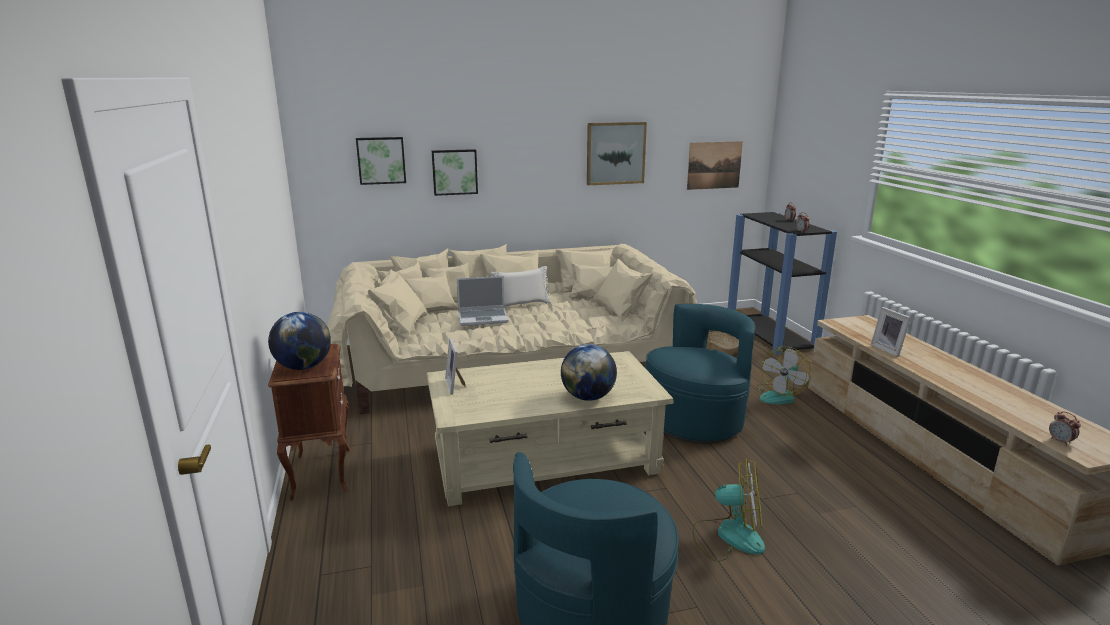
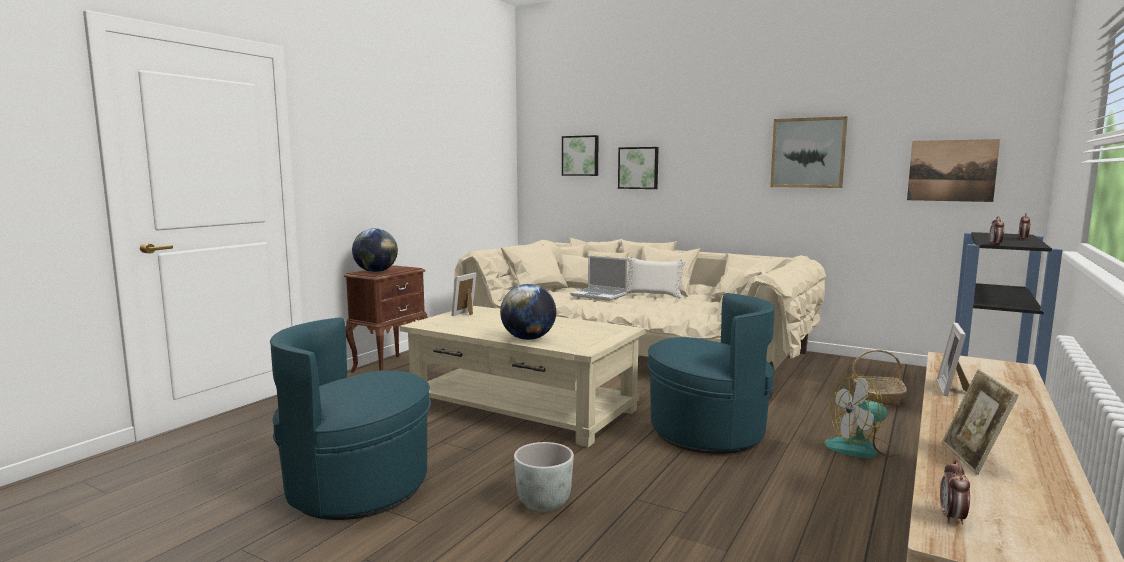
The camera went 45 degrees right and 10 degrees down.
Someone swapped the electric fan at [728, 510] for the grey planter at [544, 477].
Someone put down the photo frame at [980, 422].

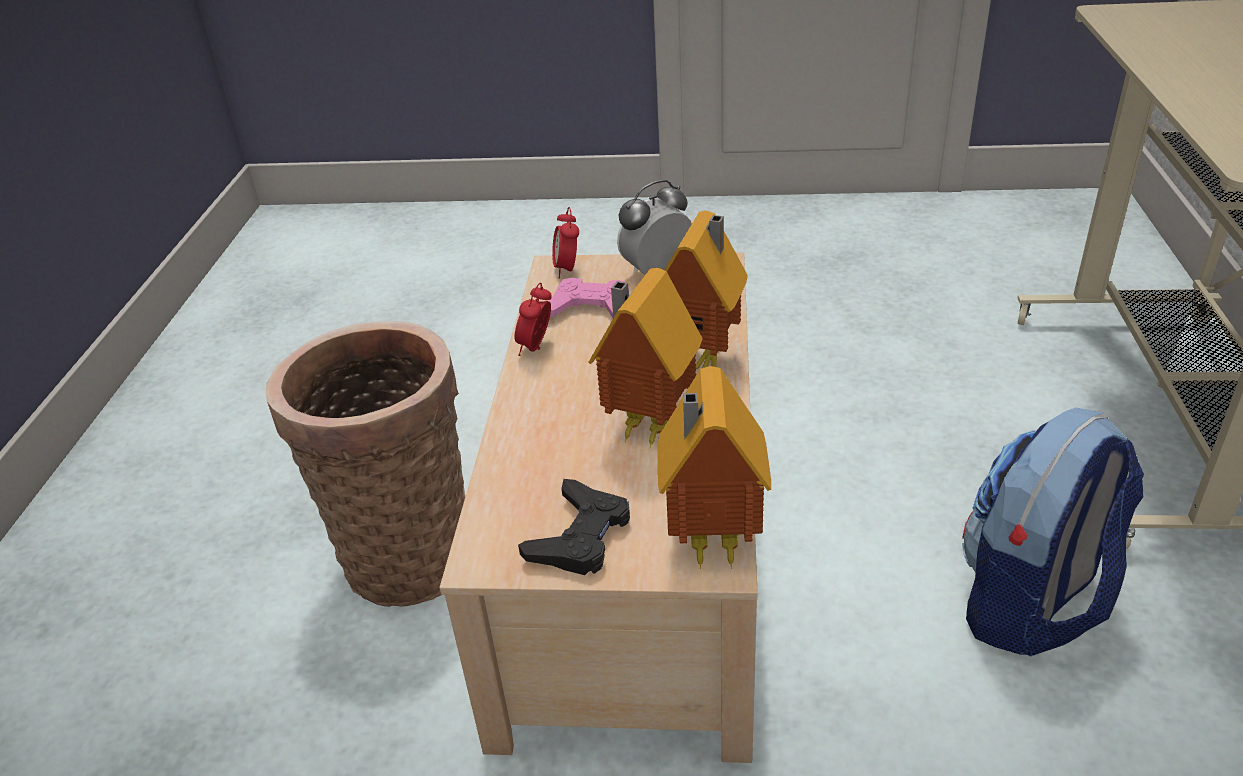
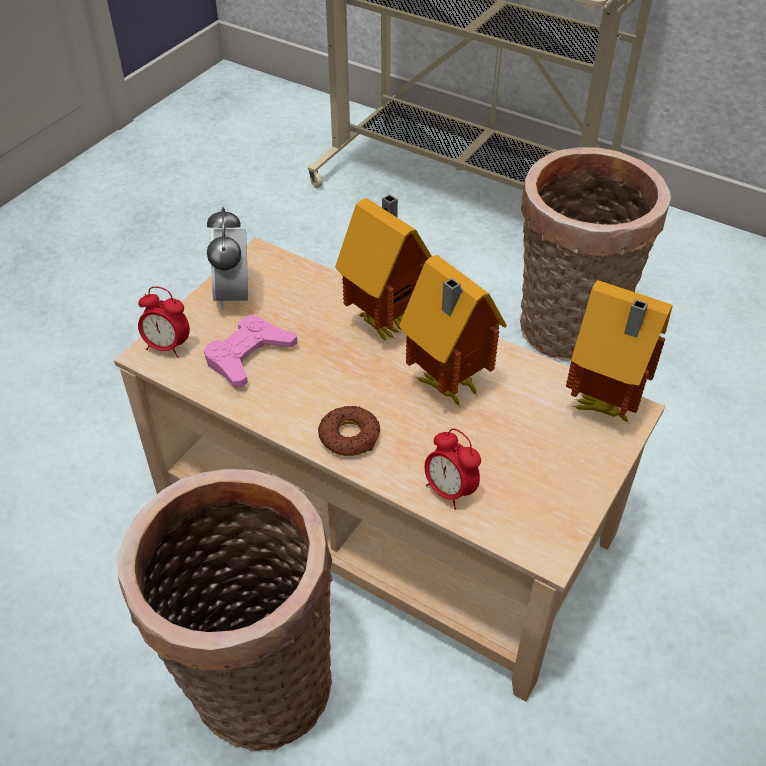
The camera went 65 degrees left and 10 degrees up.
Someone put down the donut at [349, 431].
Someone carried the alarm clock from [533, 319] to [453, 469].
Someone swapped the rucksack at [1053, 532] for the basket at [595, 254].
Someone took away the black game controller at [574, 527].

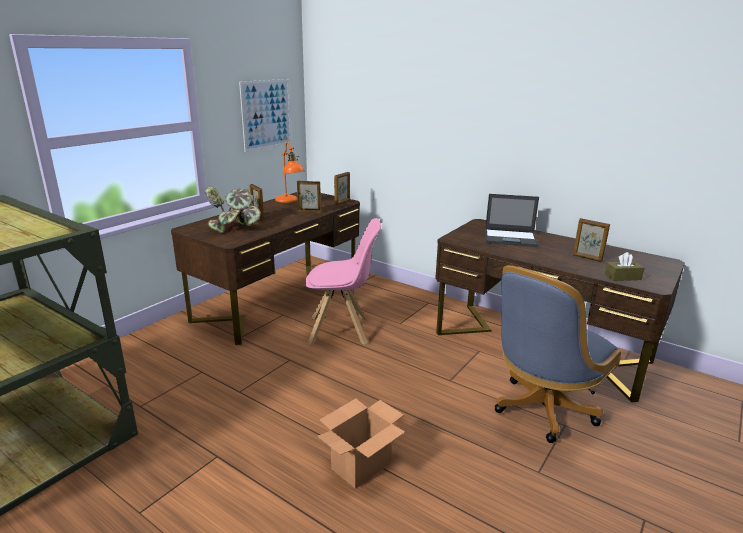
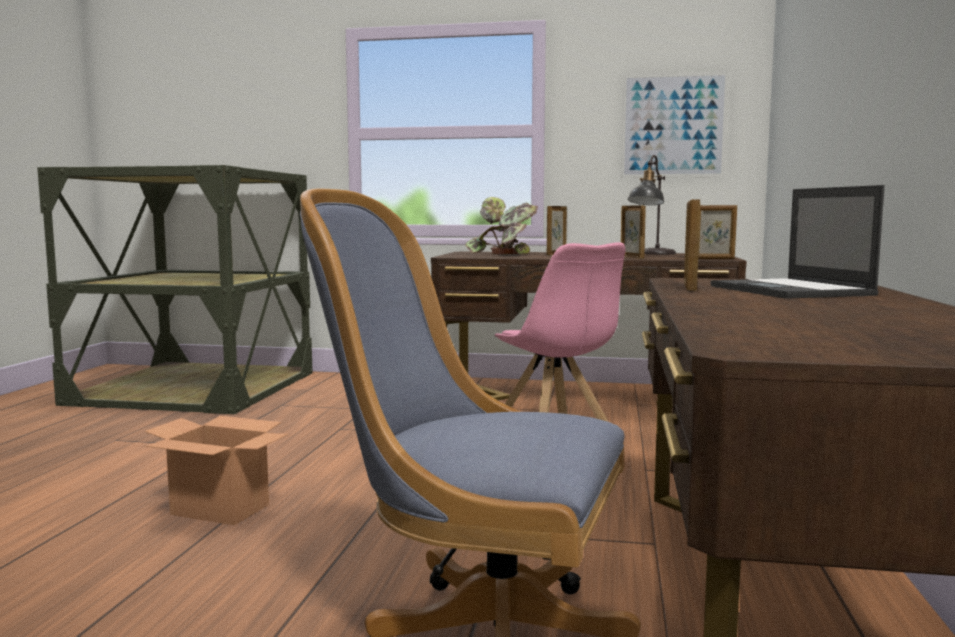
The camera went 65 degrees right and 15 degrees down.
Someone repainted the orangey tabletop lamp at [290, 172], which became the grey tabletop lamp at [652, 205].
Someone carried the photo frame from [591, 240] to [692, 245].
Someone took away the brownish box of tissues at [624, 266].

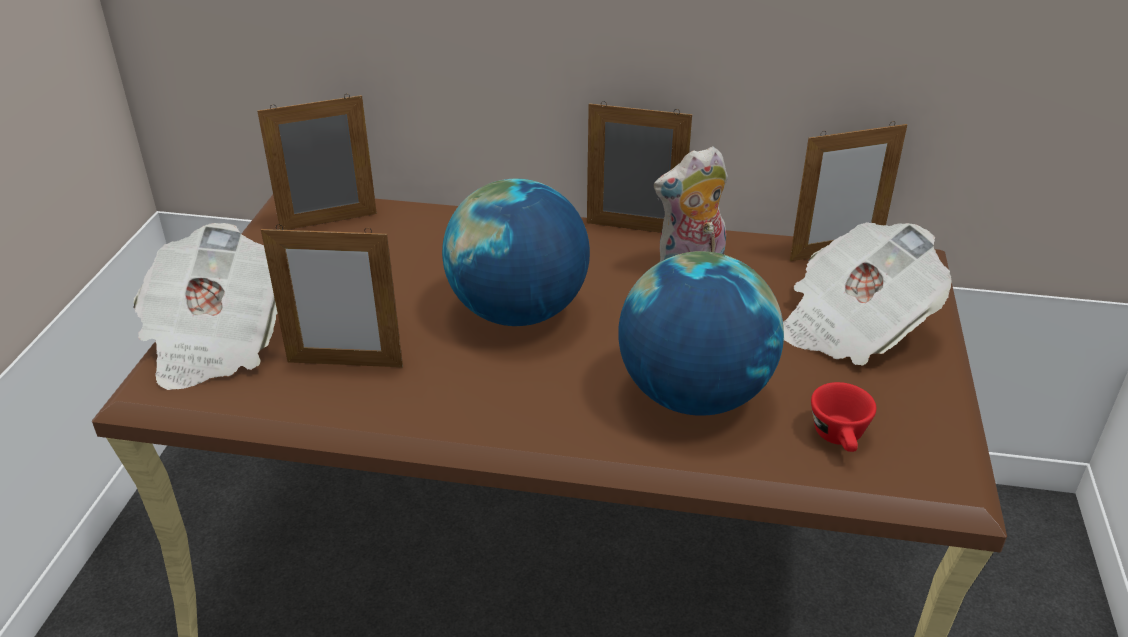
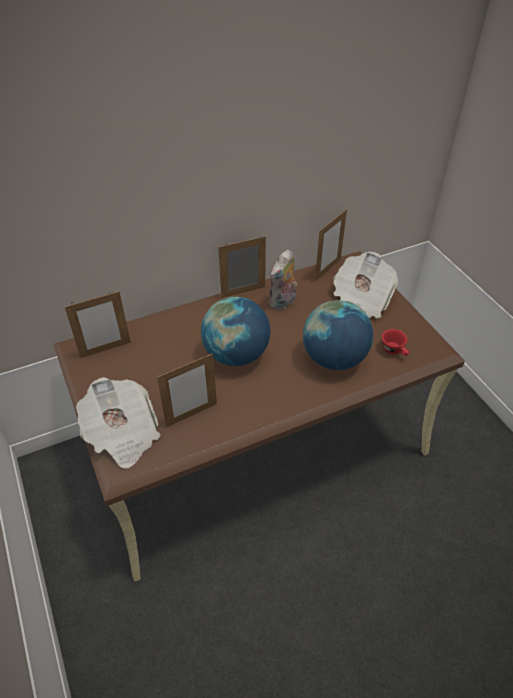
The camera went 35 degrees left and 10 degrees up.
Someone rotated the photo frame at [317, 162] by 150 degrees counterclockwise.

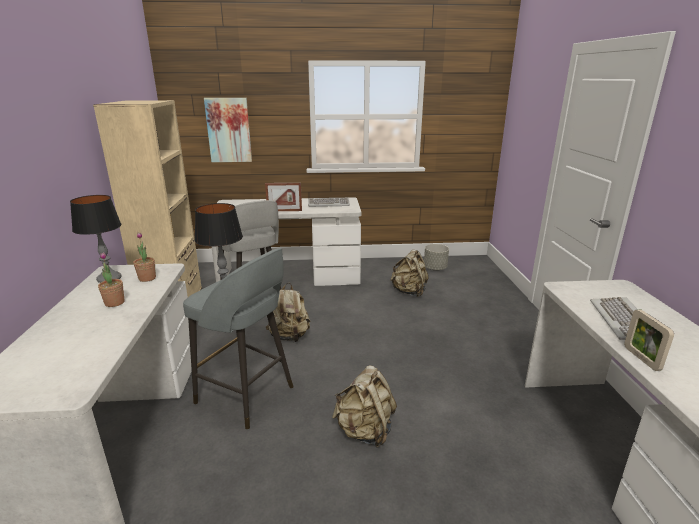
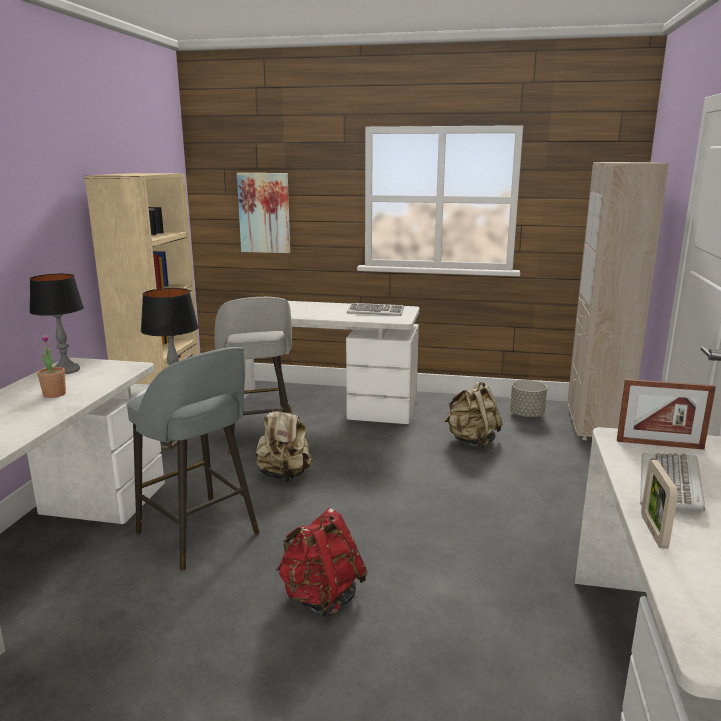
The camera went 15 degrees right and 5 degrees down.
Someone repainted the sand-coloured rucksack at [364, 406], which became the red-coloured rucksack at [322, 563].
Someone put down the sand-coloured cabinet at [618, 301].
Someone carried the photo frame from [283, 197] to [666, 414].
Someone took away the plant in a pot at [144, 257].

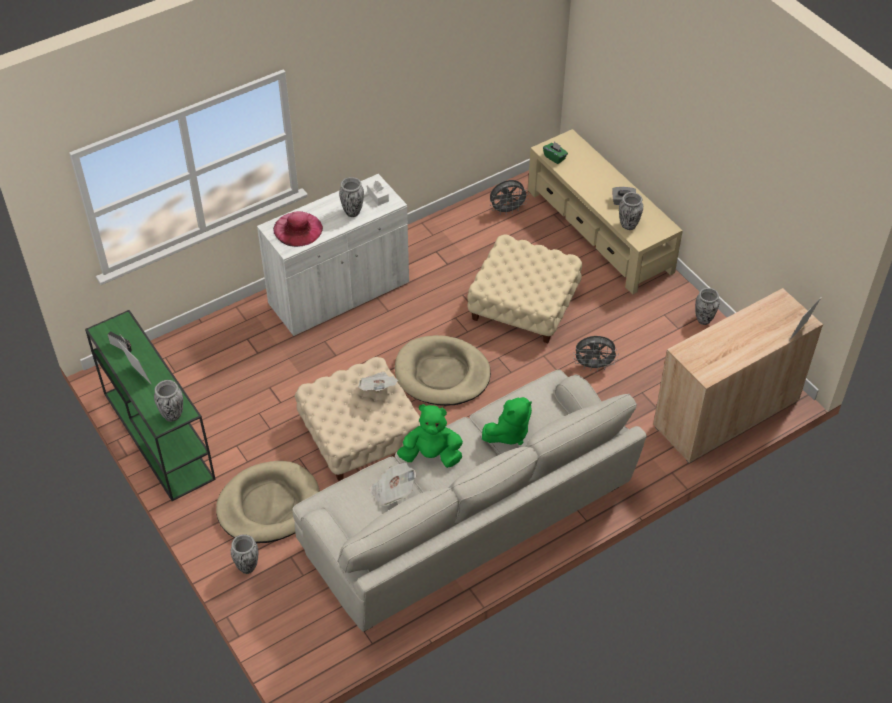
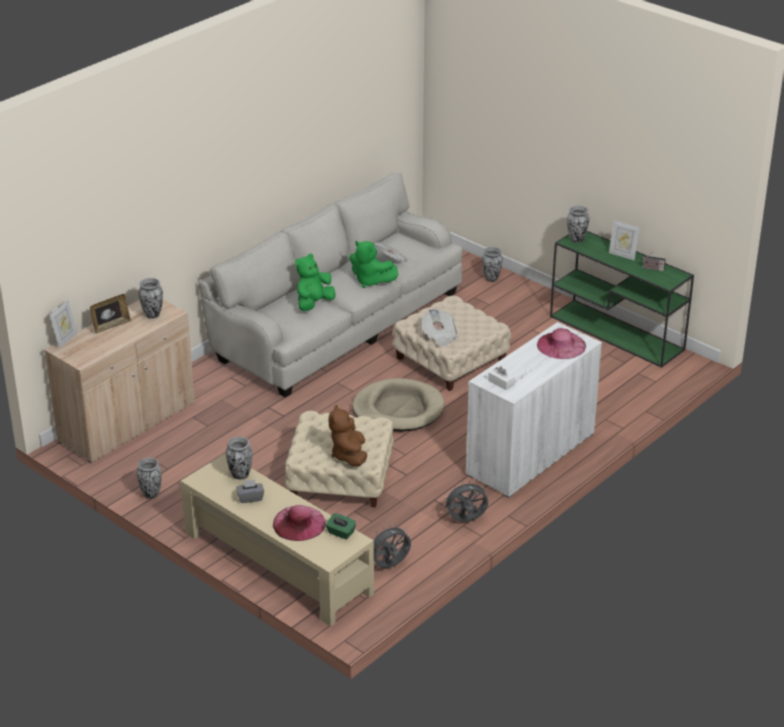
The camera went 165 degrees right and 15 degrees down.
Someone put down the photo frame at [110, 314].
Someone carried the flower vase from [351, 197] to [151, 298].
Someone put down the pink wearable hat at [299, 523].
Someone put down the brownish cuddly toy at [348, 436].
Someone rotated the green cuddly toy at [430, 436] by 45 degrees clockwise.
Someone carried the grey electric fan from [596, 353] to [466, 501].
Someone took away the sand-coloured pet bed at [268, 502].

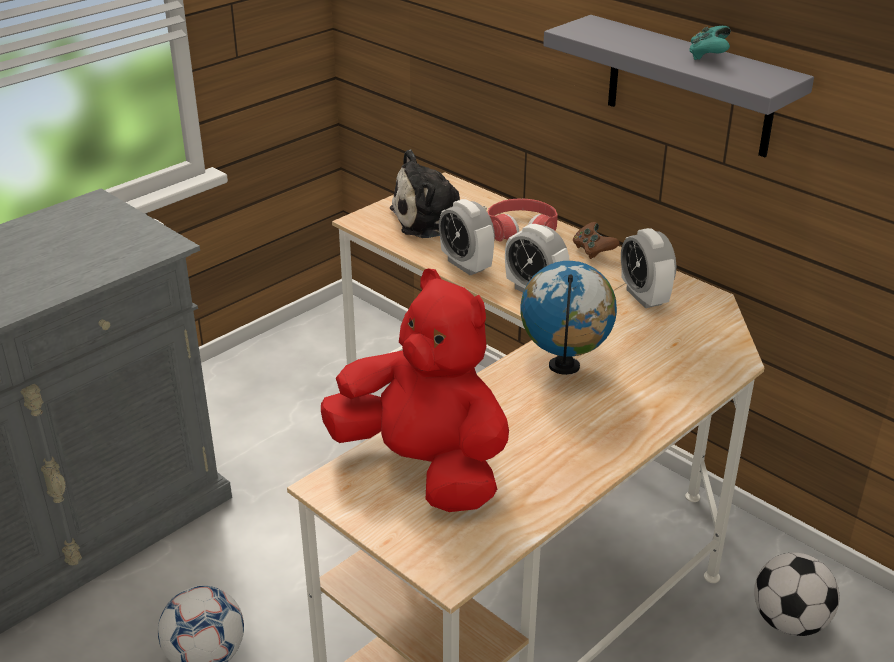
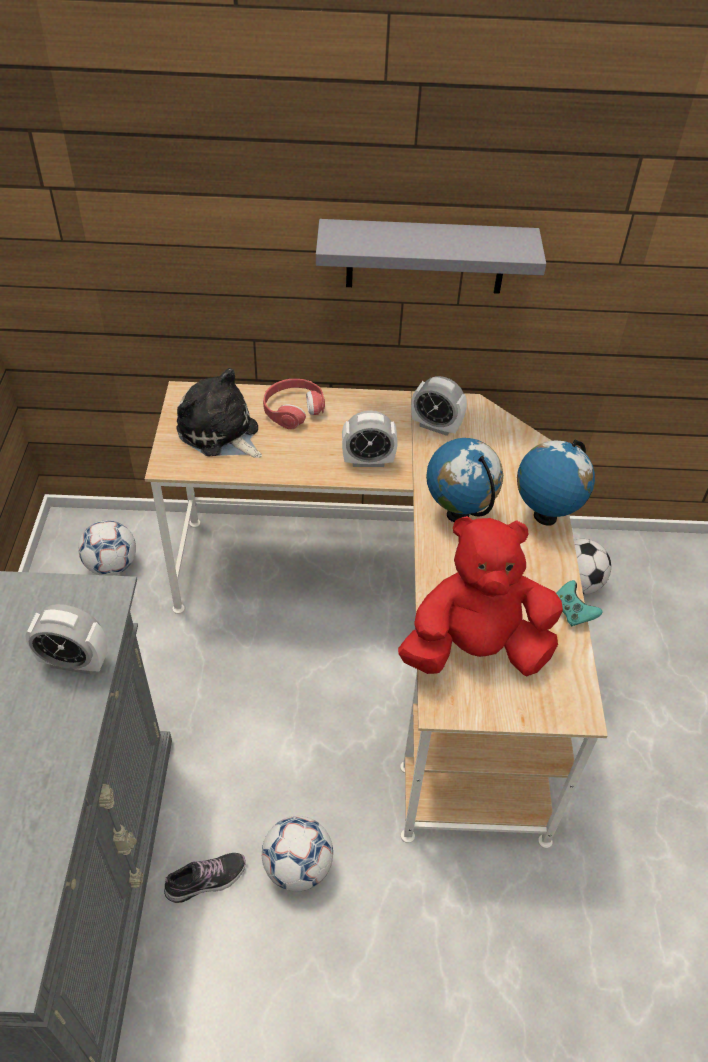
The camera went 45 degrees left and 15 degrees up.
Someone carried the alarm clock from [467, 237] to [66, 639].
Someone put down the ball for football at [107, 548].
Someone put down the item of footwear at [205, 878].
Someone rotated the cuddly toy at [438, 194] by 105 degrees clockwise.
Someone put down the globe at [556, 483].
Someone carried the turquoise-coloured game controller from [710, 43] to [579, 603].
Someone took away the brownish game controller at [596, 240].

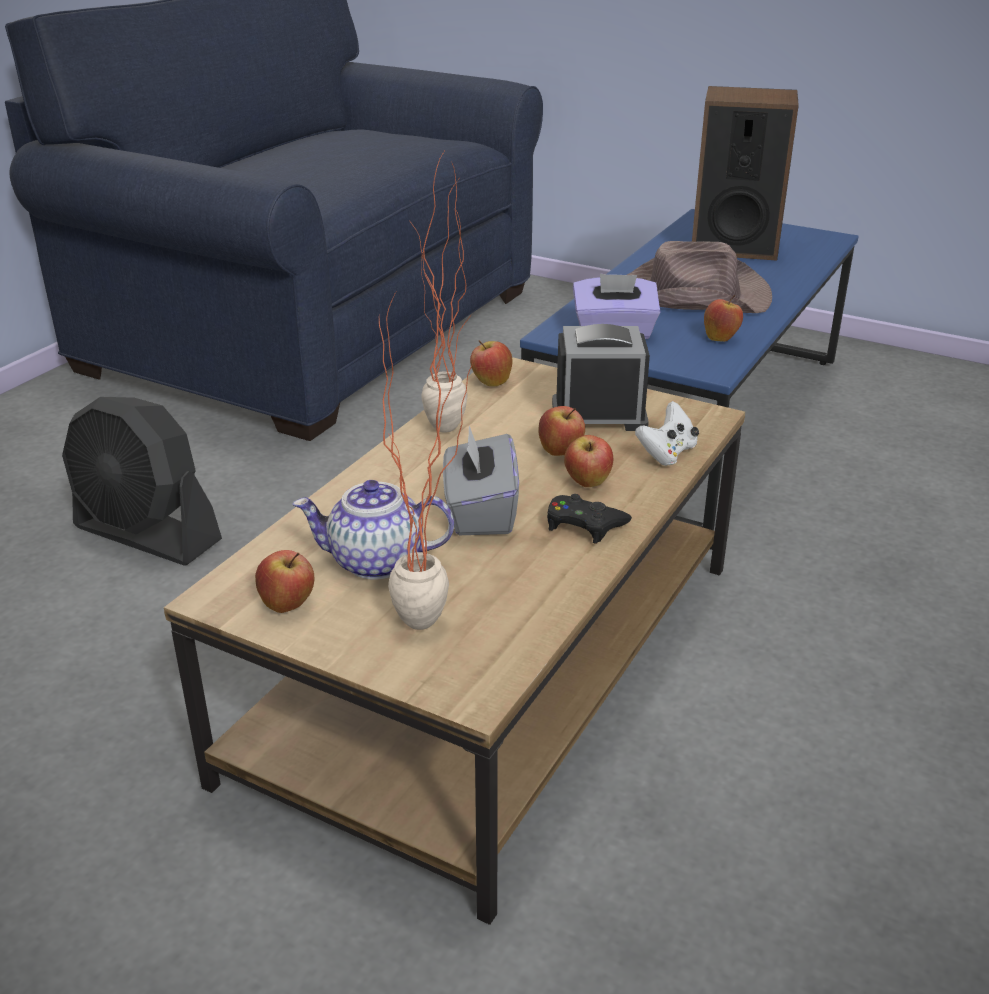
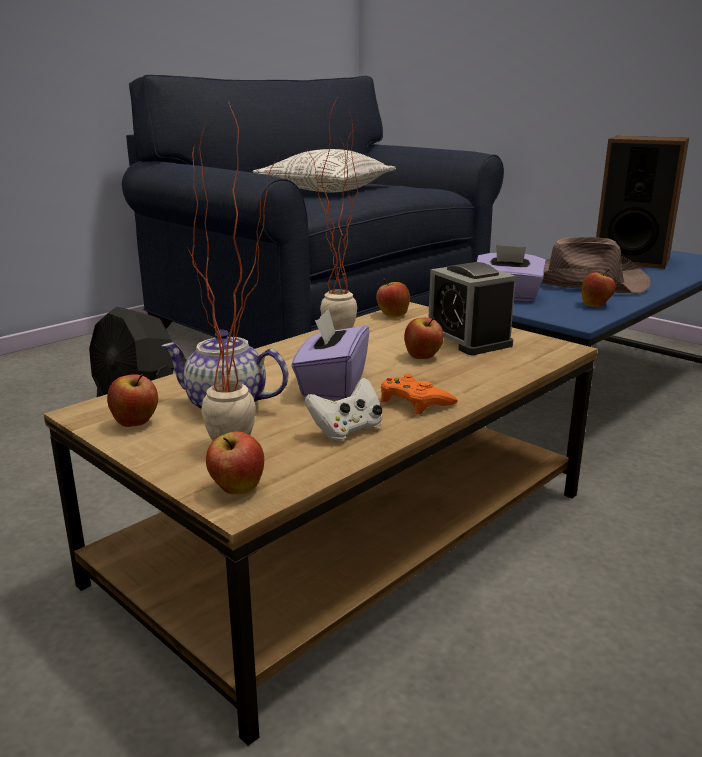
The camera went 15 degrees right and 10 degrees down.
Someone carried the apple from [588, 461] to [235, 463].
Someone put down the cushion at [324, 170].
Someone repainted the grey box of tissues at [481, 480], which became the purple box of tissues at [331, 354].
Someone carried the white-coloured game controller from [667, 433] to [343, 409].
Someone repainted the black game controller at [589, 519], which became the orangey game controller at [419, 394].
Someone rotated the alarm clock at [601, 377] by 135 degrees counterclockwise.

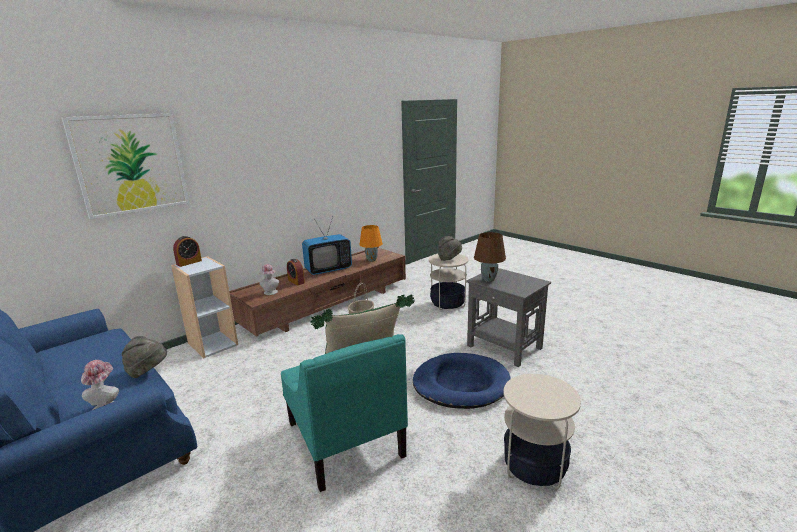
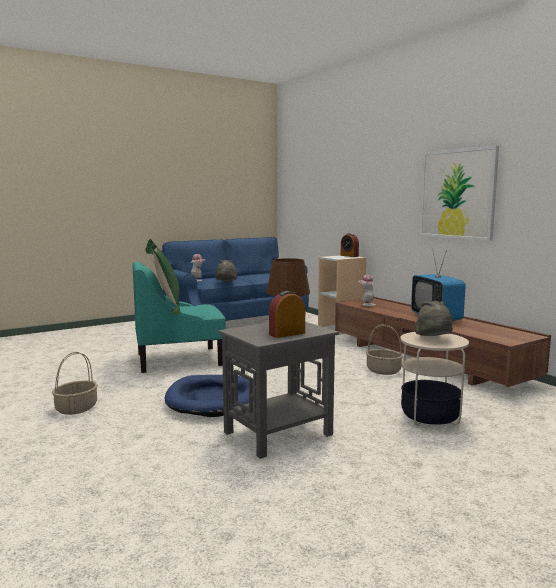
The camera went 100 degrees right and 10 degrees down.
Someone swapped the sand-coloured accent table at [542, 431] for the basket at [75, 383].
Someone carried the alarm clock from [296, 272] to [287, 314].
Someone carried the wall art from [125, 166] to [459, 193].
Someone took away the orangey tabletop lamp at [371, 243].

